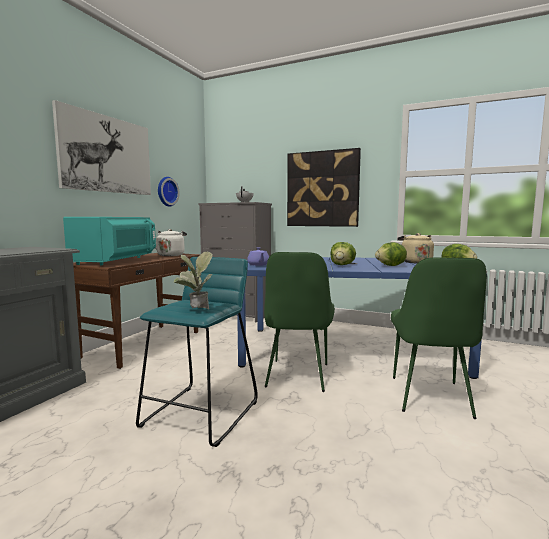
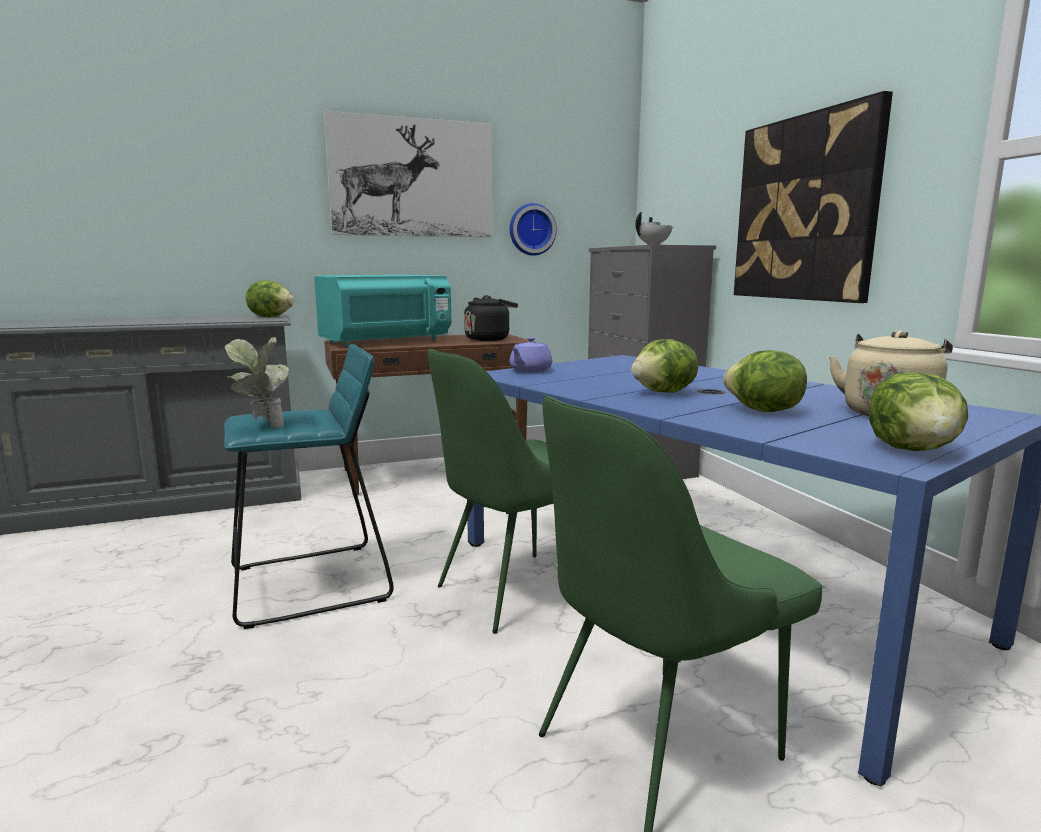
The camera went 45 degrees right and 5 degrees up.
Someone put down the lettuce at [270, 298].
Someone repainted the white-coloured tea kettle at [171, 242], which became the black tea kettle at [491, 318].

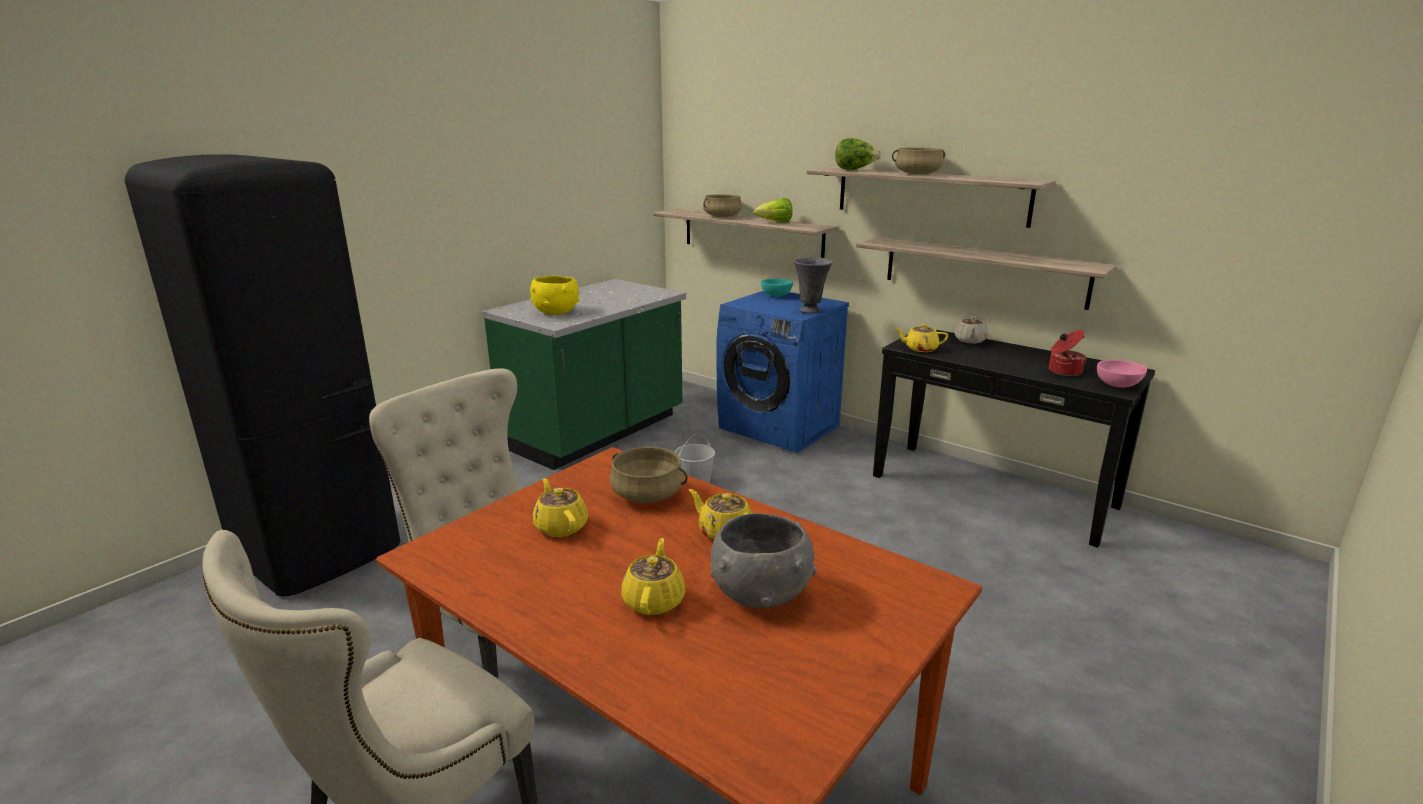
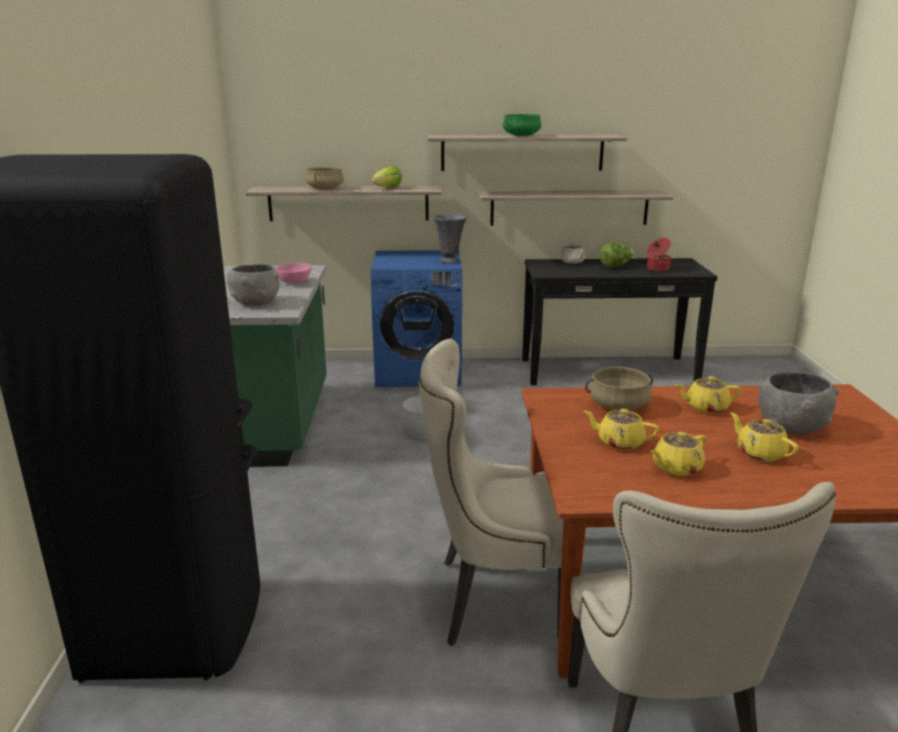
The camera went 40 degrees left and 0 degrees up.
Someone repainted the yellowish deep dish at [555, 295], which became the grey deep dish at [253, 285].
Someone carried the pink deep dish from [1122, 374] to [293, 273].
Someone repainted the sand-coloured cooking pot at [918, 161], which became the green cooking pot at [522, 125].
Someone carried the lettuce from [858, 154] to [617, 255].
Someone carried the yellowish tea pot from [922, 338] to [678, 454].
Someone took away the turquoise-coloured deep dish at [777, 288].

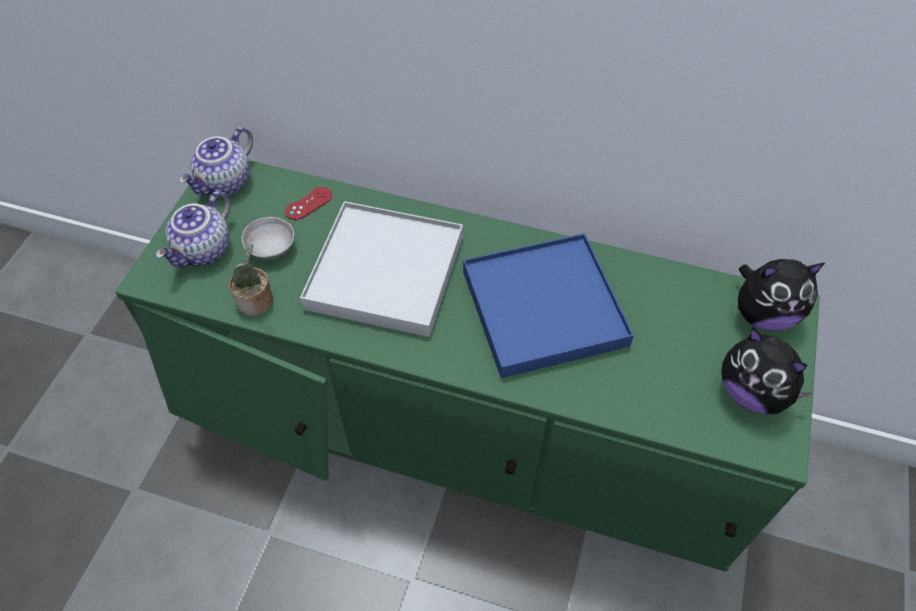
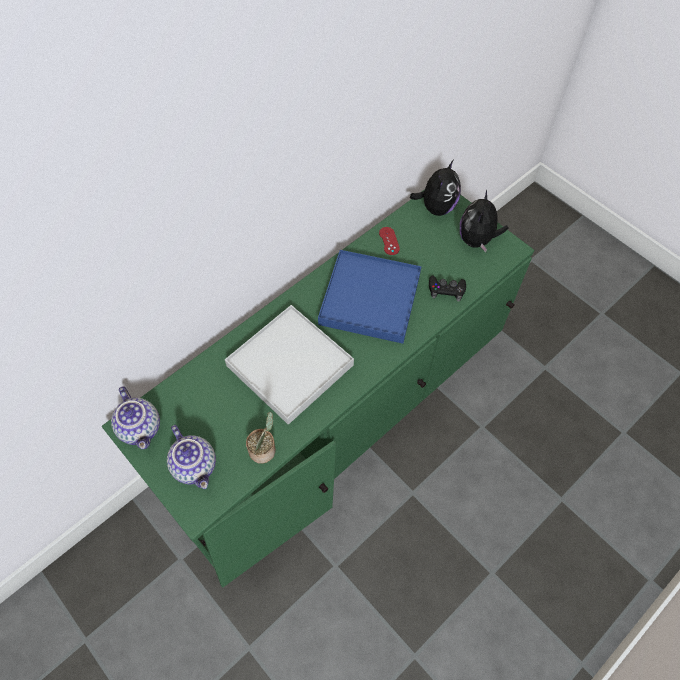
The camera went 60 degrees left and 5 degrees up.
Someone carried the red-coloured game controller from [308, 203] to [389, 241].
Someone put down the black game controller at [447, 288].
Someone rotated the cuddly toy at [767, 371] by 120 degrees clockwise.
Someone took away the grey deep dish at [267, 238].

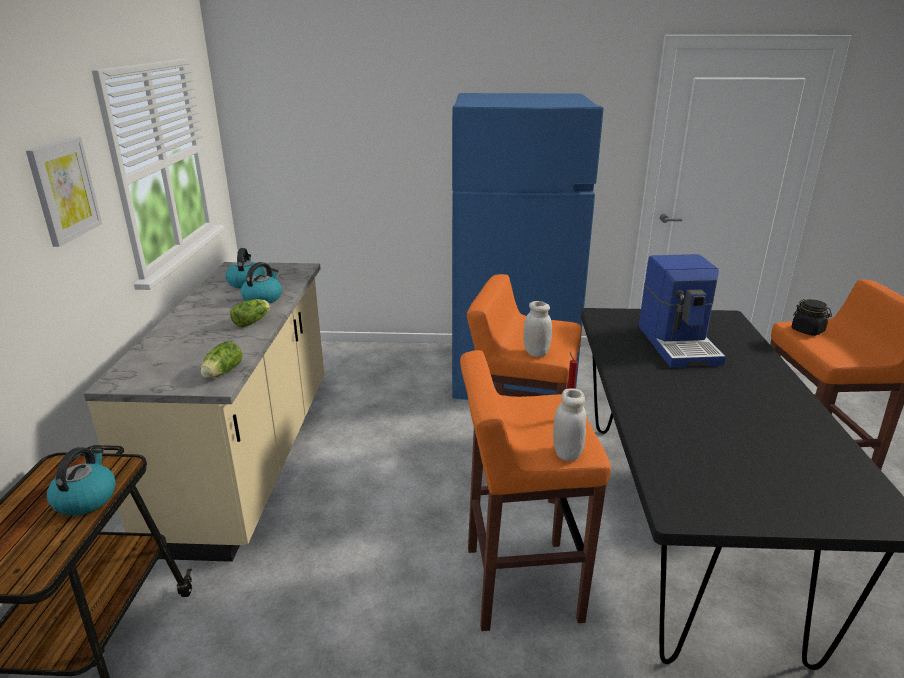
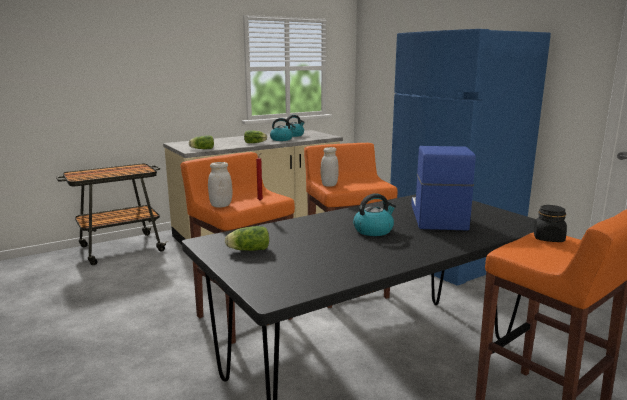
The camera went 55 degrees right and 10 degrees down.
Someone put down the lettuce at [247, 238].
Someone carried the tea kettle from [81, 481] to [374, 214].
Someone rotated the coffee maker at [682, 311] by 135 degrees clockwise.
Someone took away the wall art at [64, 192].

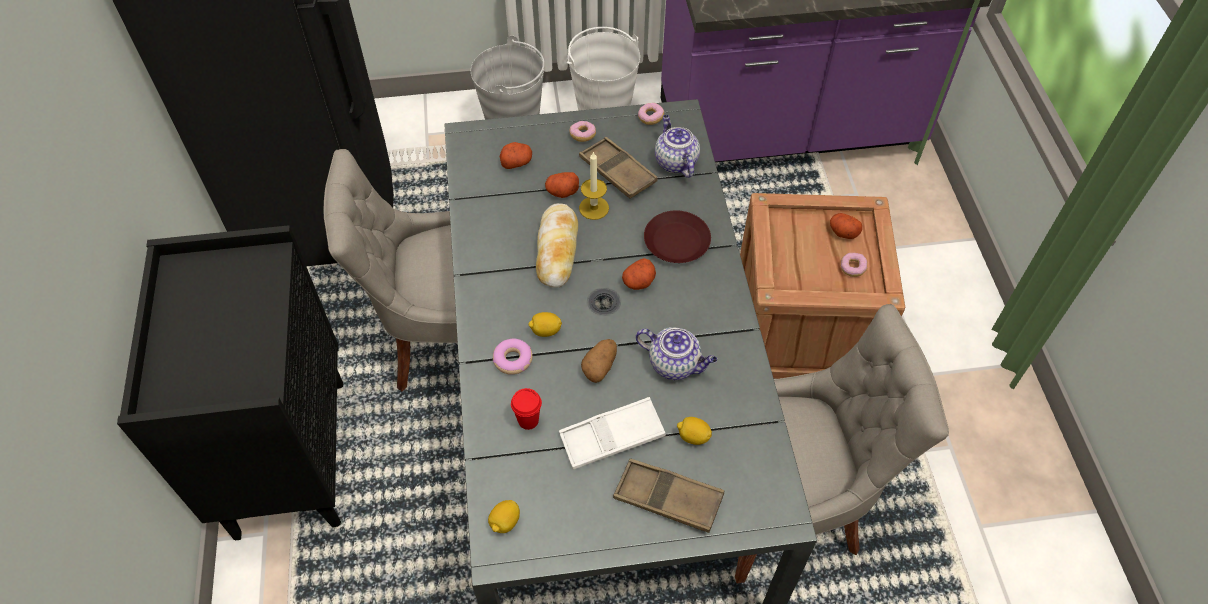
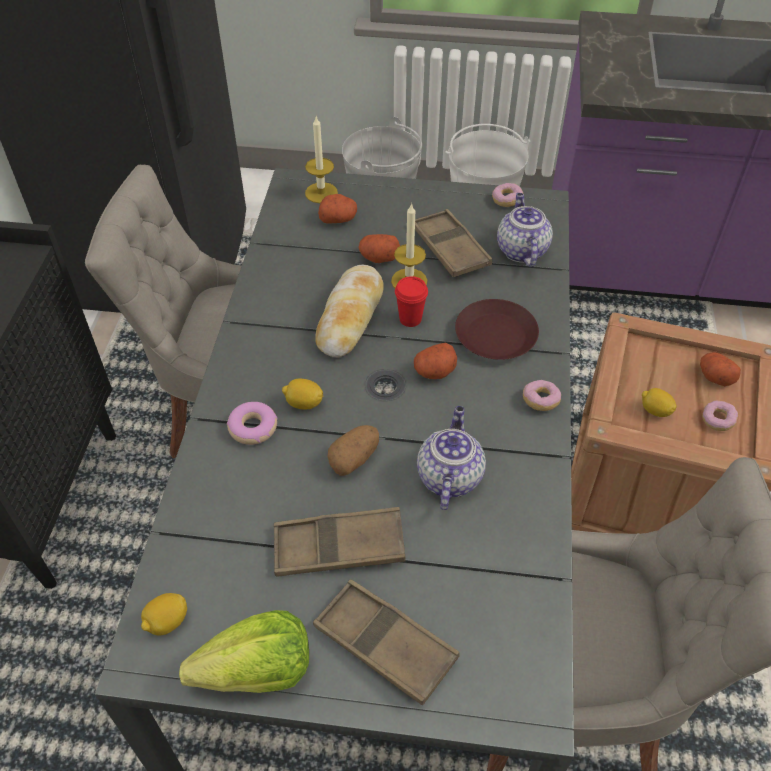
The camera went 15 degrees right and 5 degrees down.
Someone put down the lettuce at [244, 651].
Someone repainted the white-coloured carrying tray at [612, 433], which became the brownish carrying tray at [340, 541].
Someone put down the wax light at [321, 160].
Someone carried the red-coloured drinking cup from [526, 409] to [411, 301].
Someone rotated the tea pot at [676, 353] by 120 degrees counterclockwise.
Someone carried the donut from [582, 131] to [542, 395].
Someone carried the whole lemon from [694, 431] to [659, 402].

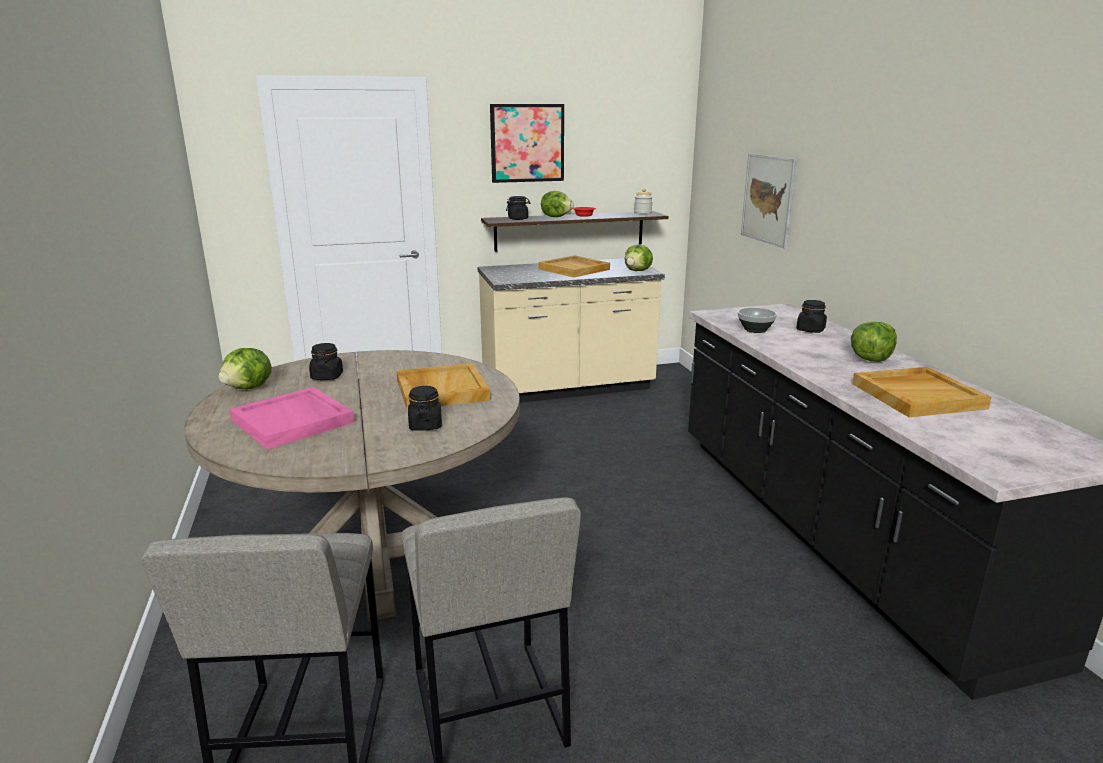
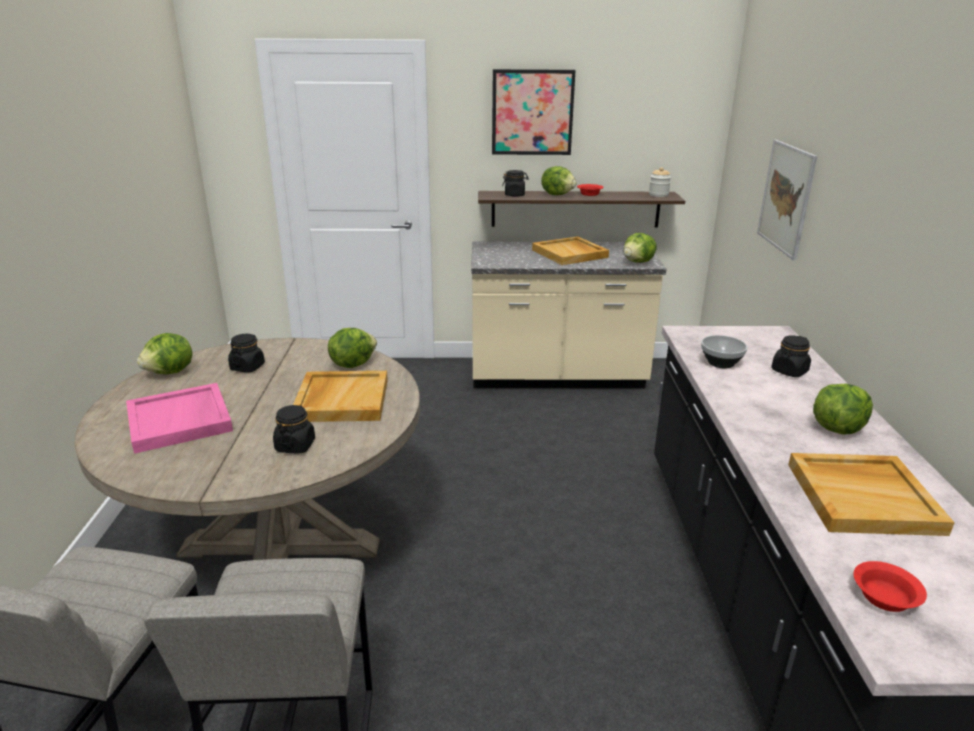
The camera went 15 degrees right and 5 degrees up.
Someone put down the lettuce at [352, 348].
Someone put down the red-coloured deep dish at [890, 586].

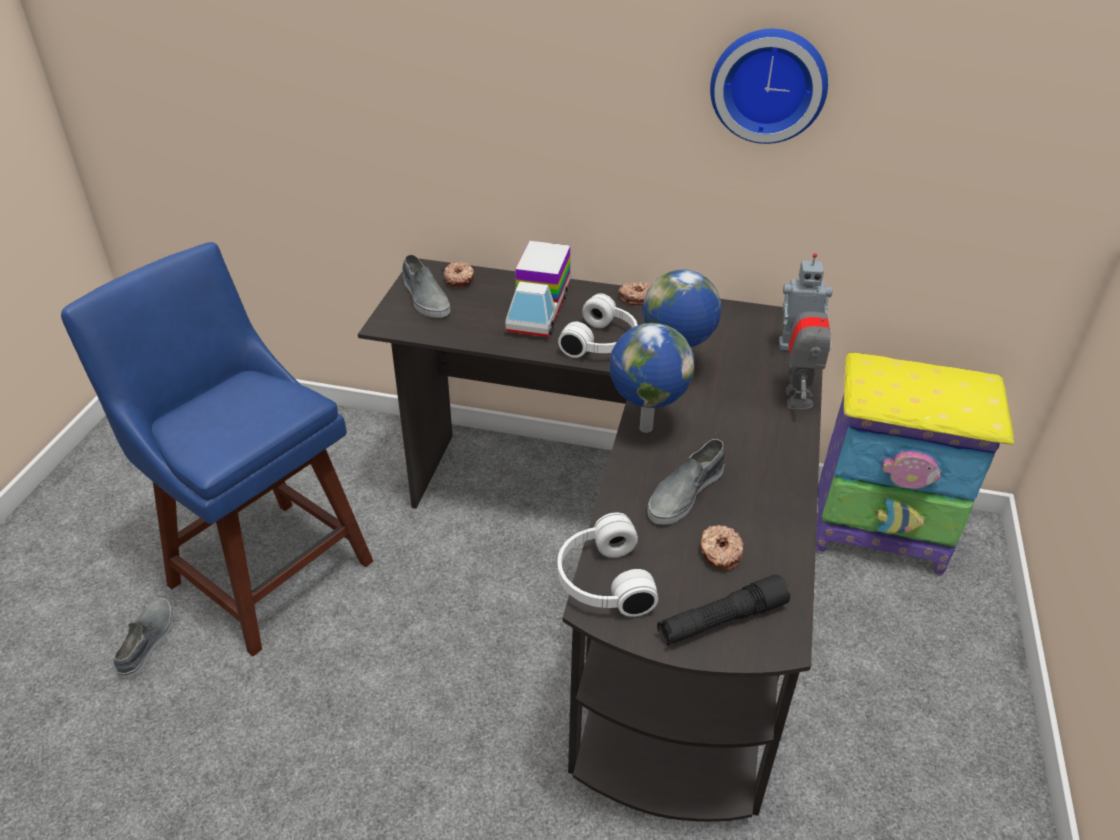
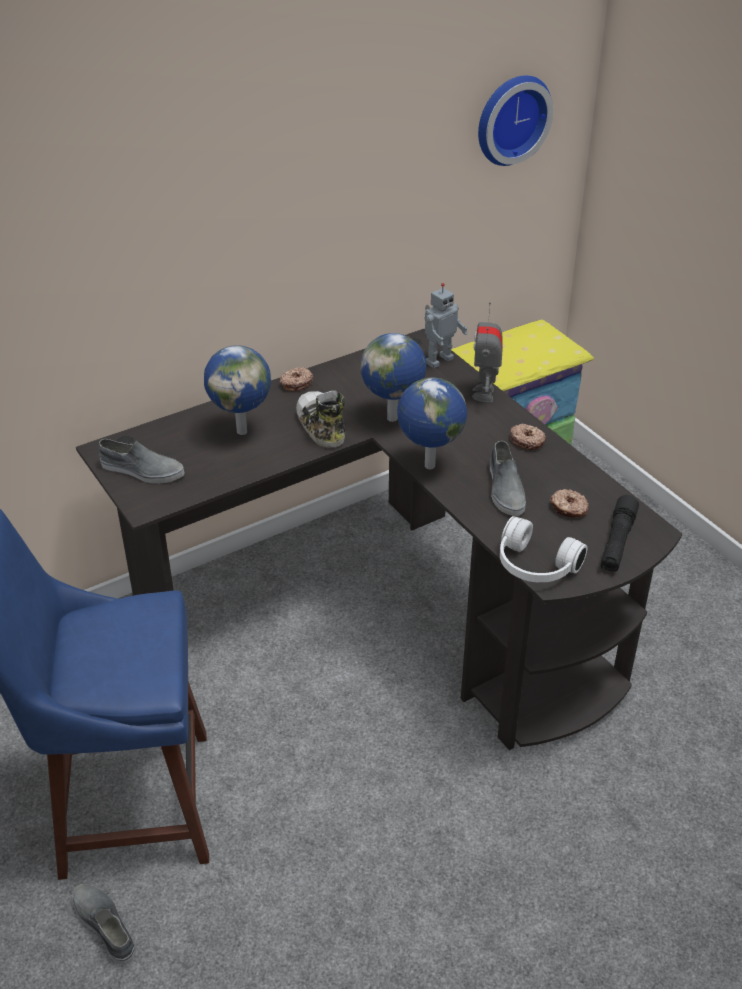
The camera went 45 degrees left and 0 degrees up.
Someone swapped the toy lorry at [538, 289] for the globe at [237, 390].
Someone swapped the white-coloured headphones at [598, 325] for the item of footwear at [320, 419].
Someone rotated the toy robot at [809, 349] by 135 degrees counterclockwise.
Someone carried the wall clock from [769, 86] to [516, 121].
Someone carried the donut from [458, 274] to [528, 437].

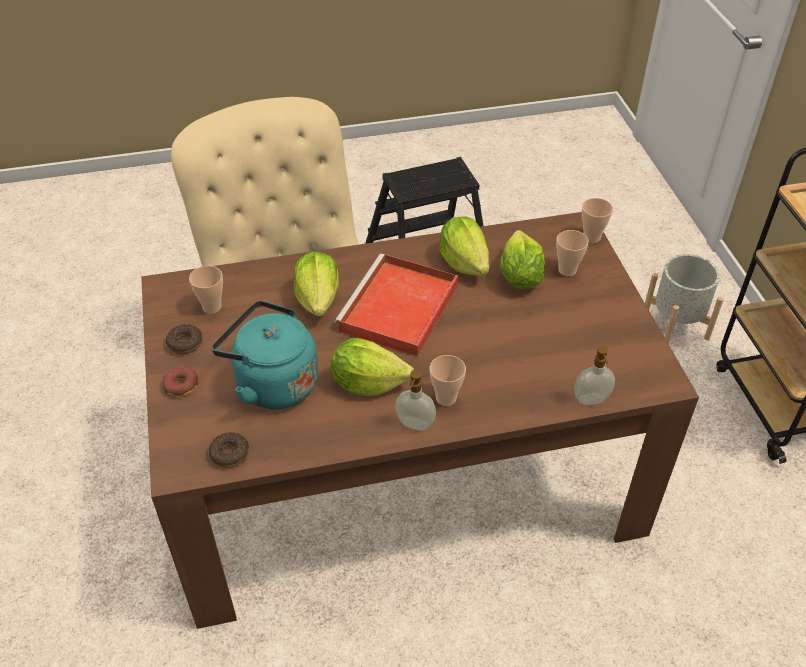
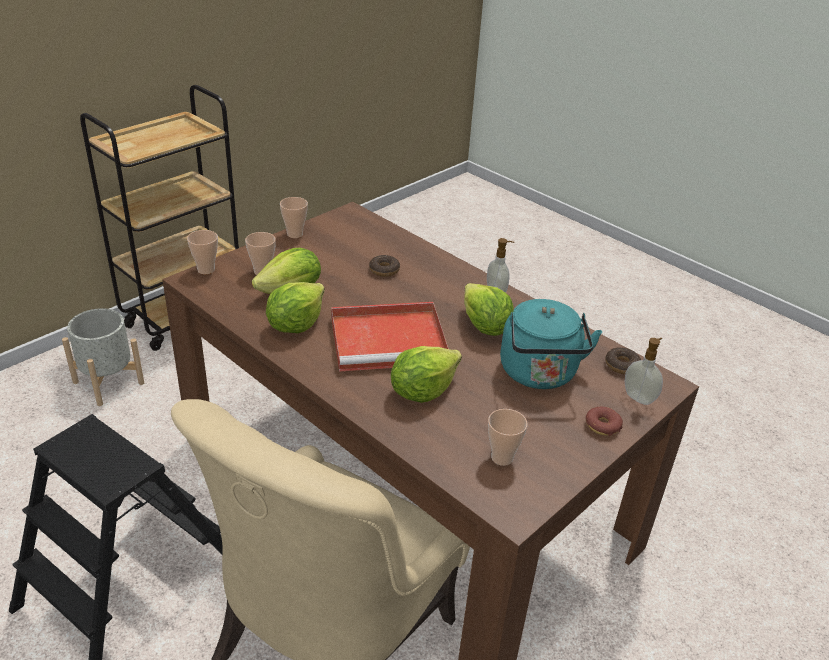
The camera went 125 degrees left and 10 degrees down.
Someone carried the drinking cup from [448, 380] to [294, 217].
Someone carried the donut from [184, 339] to [384, 266].
Someone carried the liquid soap bottle from [594, 375] to [644, 371].

